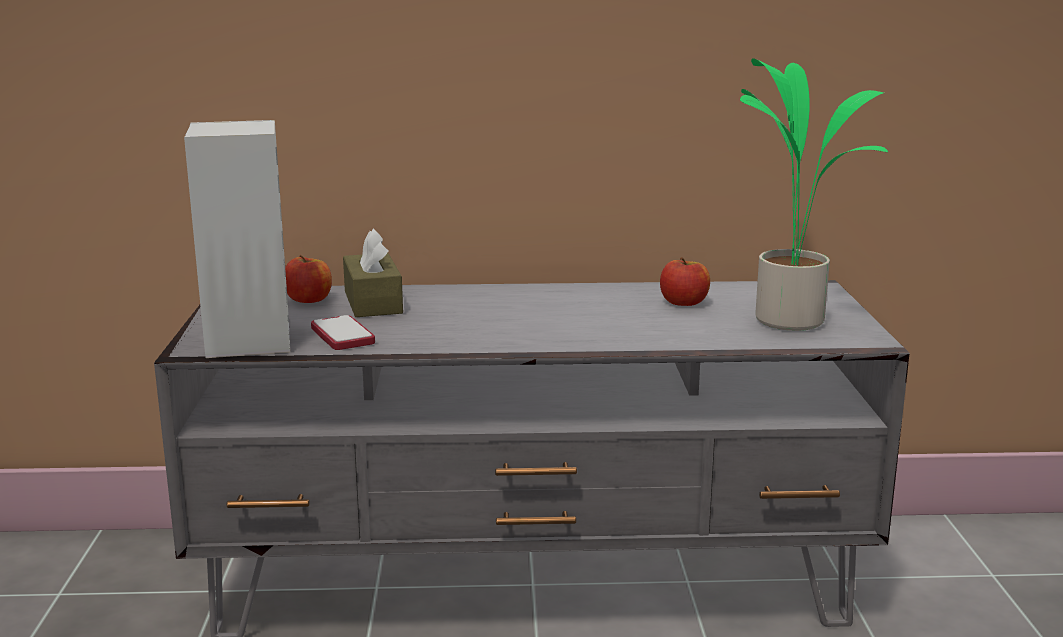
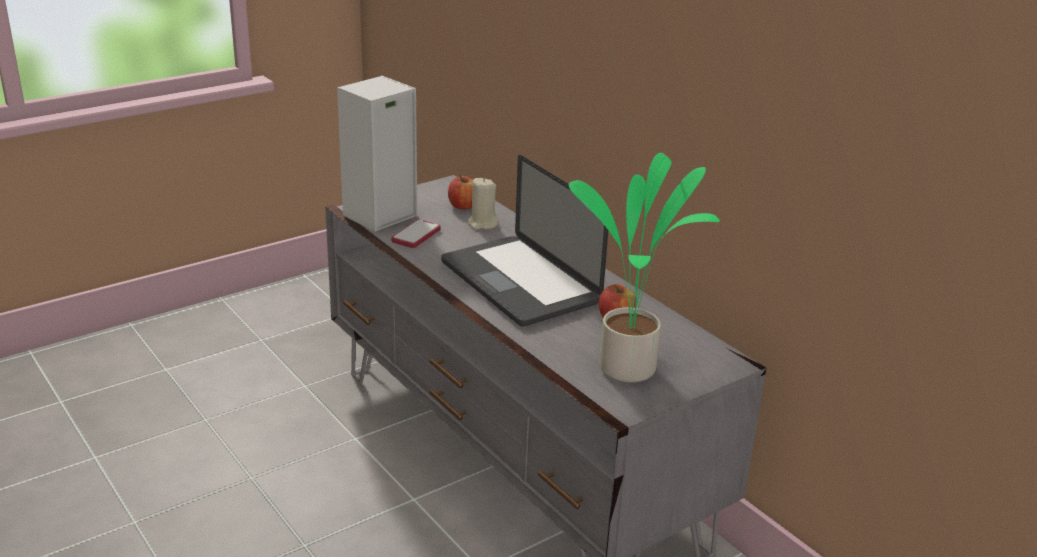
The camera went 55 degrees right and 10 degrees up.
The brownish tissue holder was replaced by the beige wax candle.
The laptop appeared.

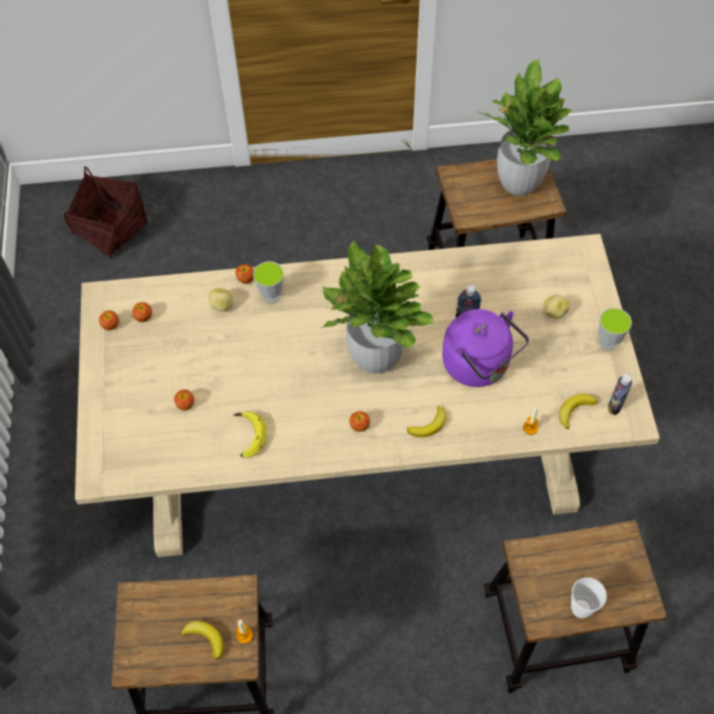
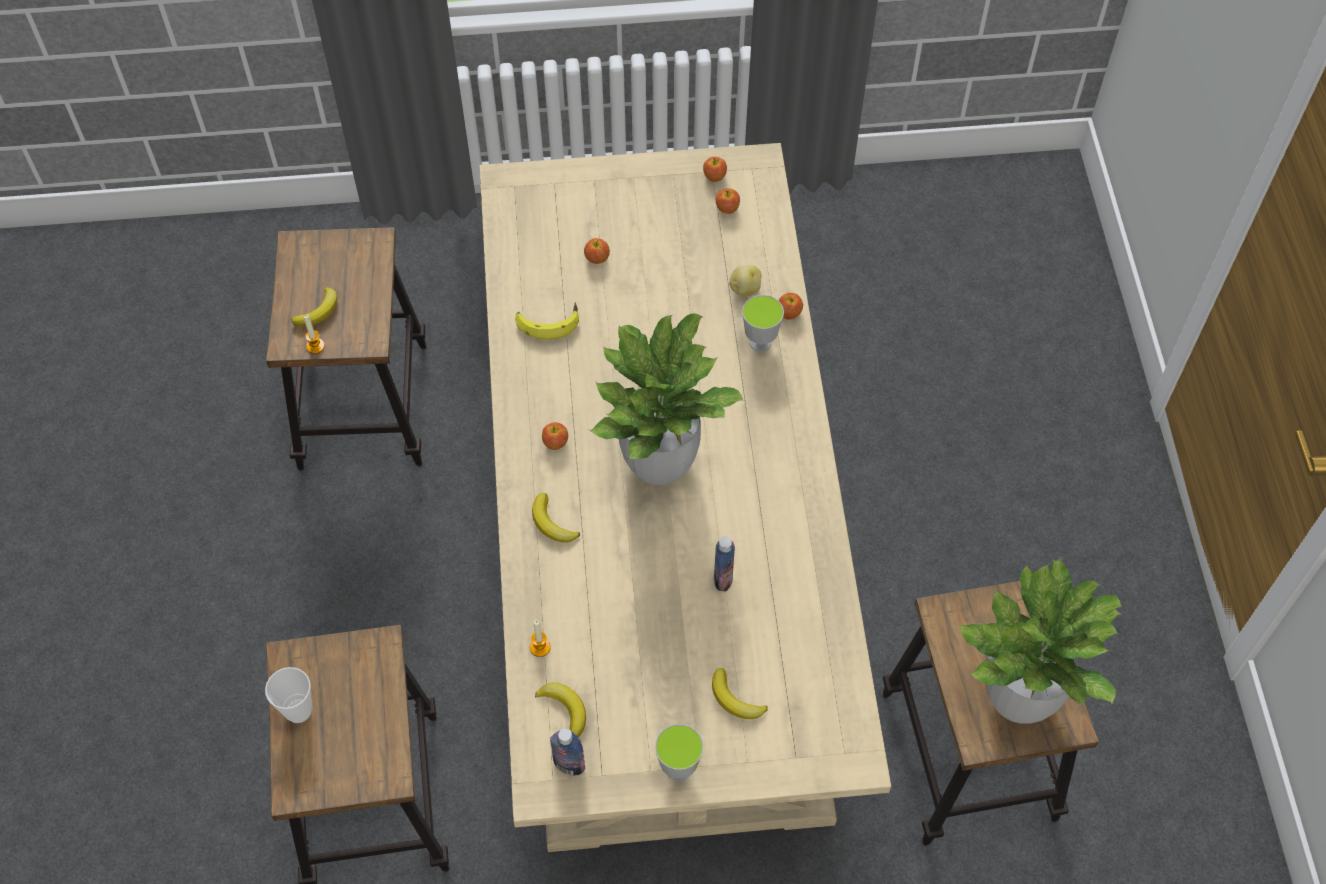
The camera went 90 degrees right and 0 degrees up.
The storage basket disappeared.
The spud (2nd from left) was replaced by the banana fruit (5th from left).
The purple-coloured water kettle disappeared.

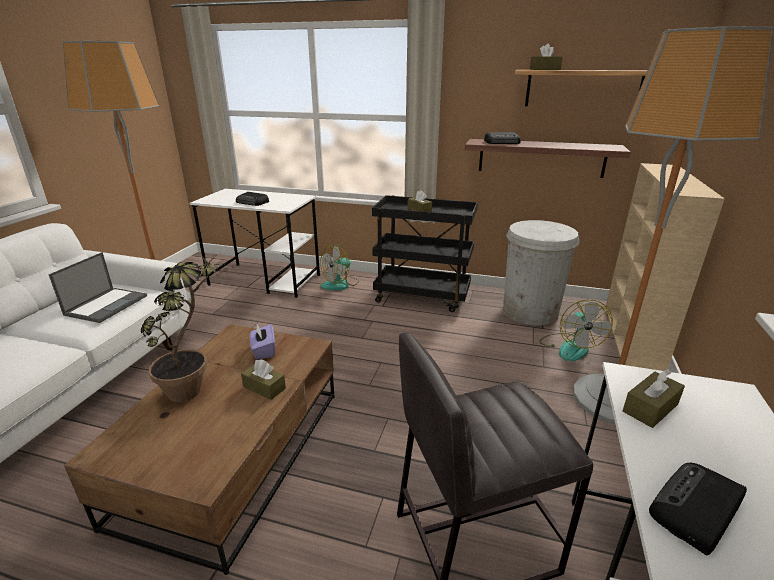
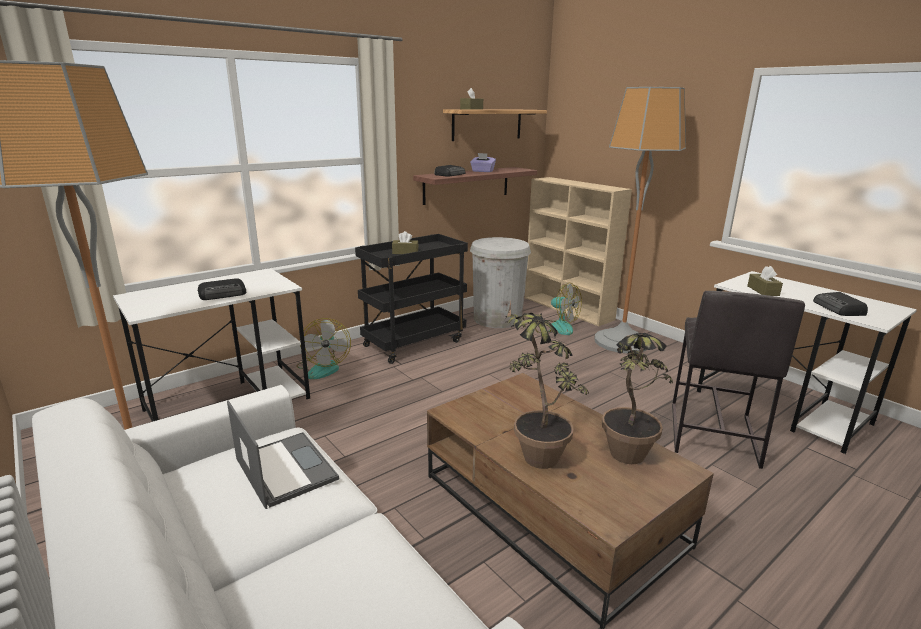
The camera went 55 degrees left and 5 degrees down.
The purple-coloured tissue holder moved.
The brownish tissue holder (1st from left) disappeared.
The houseplant (2nd from left) appeared.

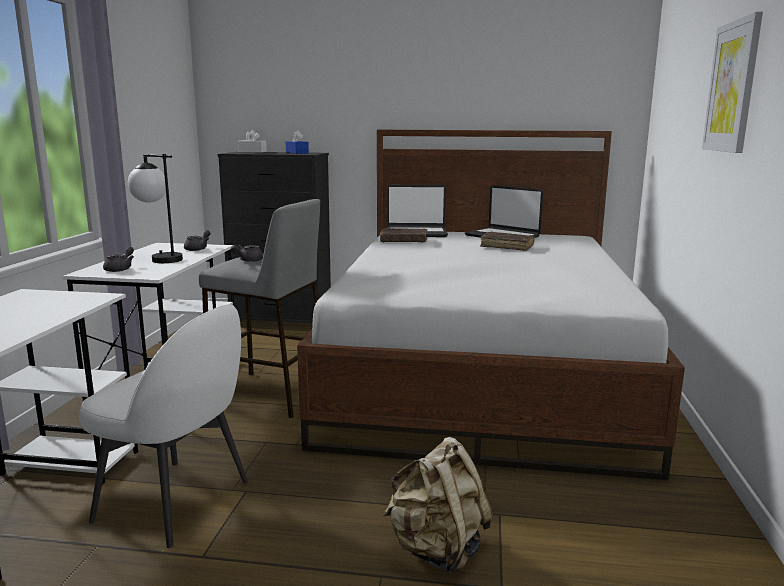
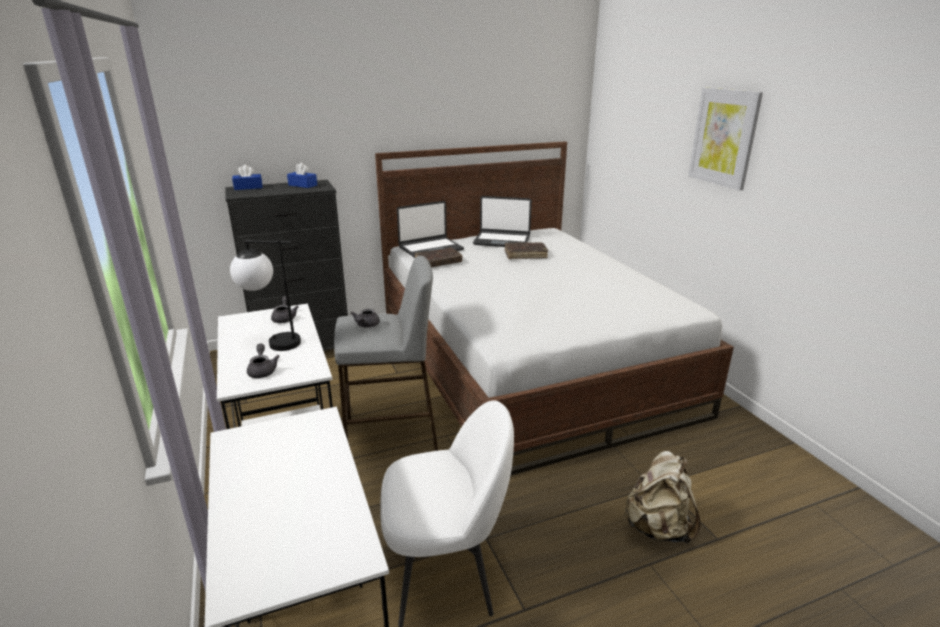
The camera went 30 degrees left and 10 degrees up.
The white tissue holder became the blue-coloured tissue holder (1st from left).

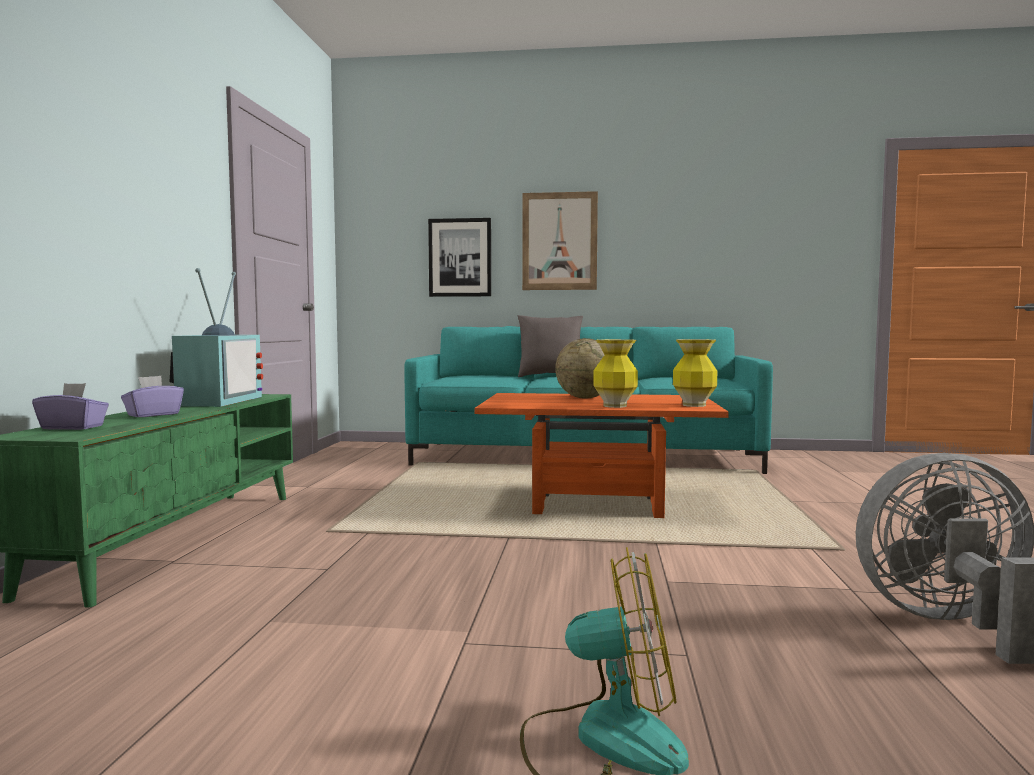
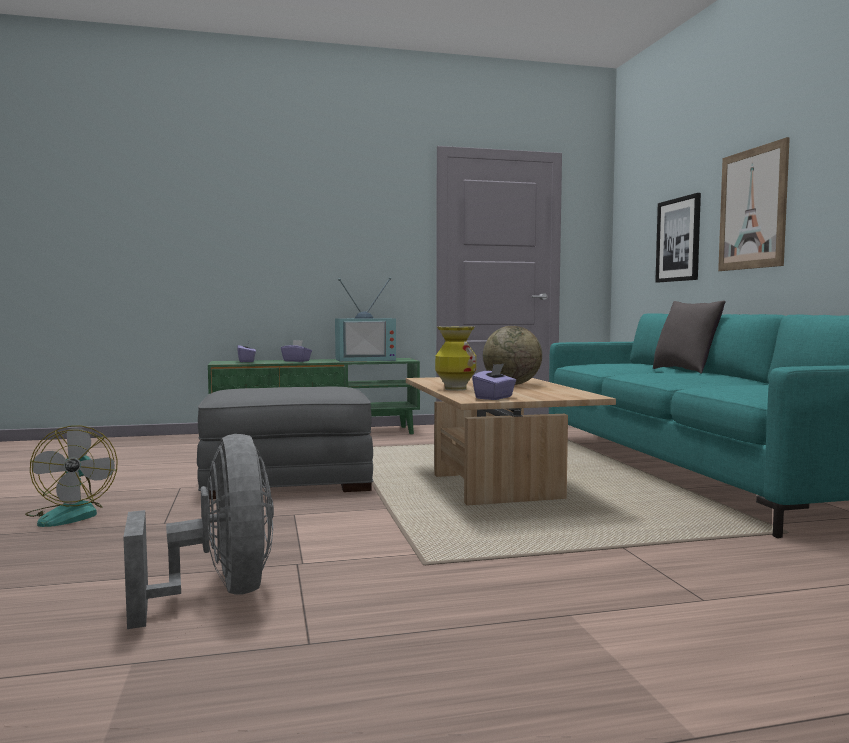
The camera went 70 degrees right and 0 degrees up.
The flower vase (2nd from left) was replaced by the purple-coloured tissue holder (3rd from left).
The orange-coloured coffee table became the beige coffee table.
The gray footrest appeared.

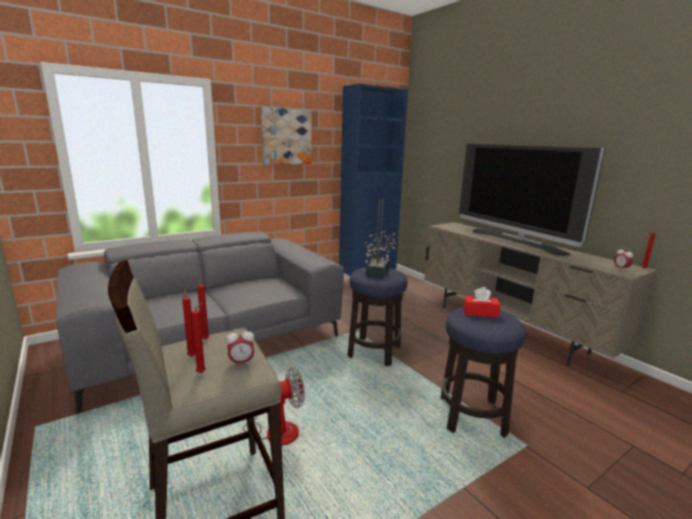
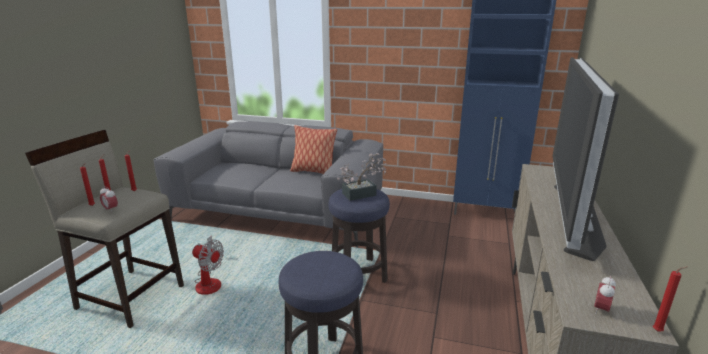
The camera went 50 degrees right and 5 degrees up.
The wall art disappeared.
The red tissue holder disappeared.
The pillow appeared.

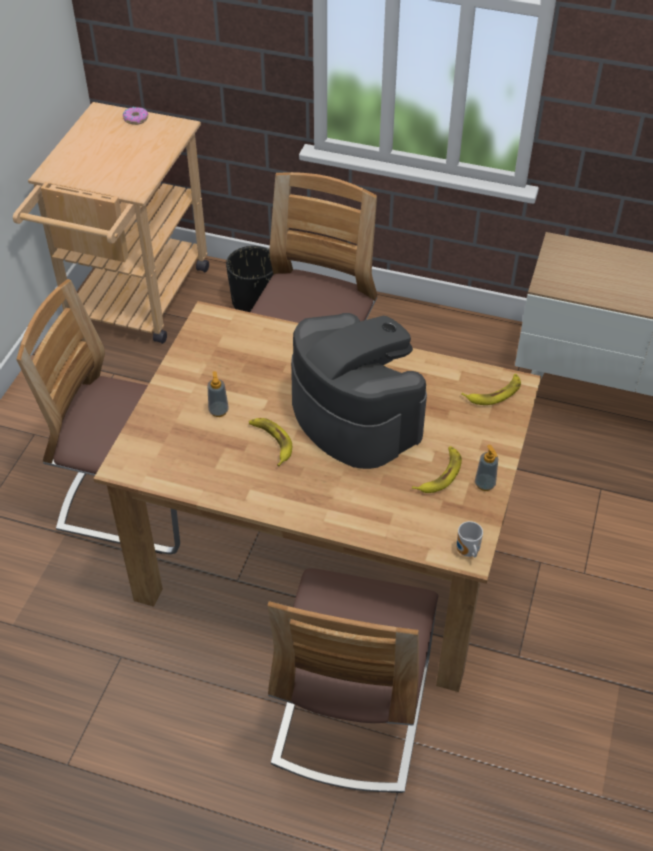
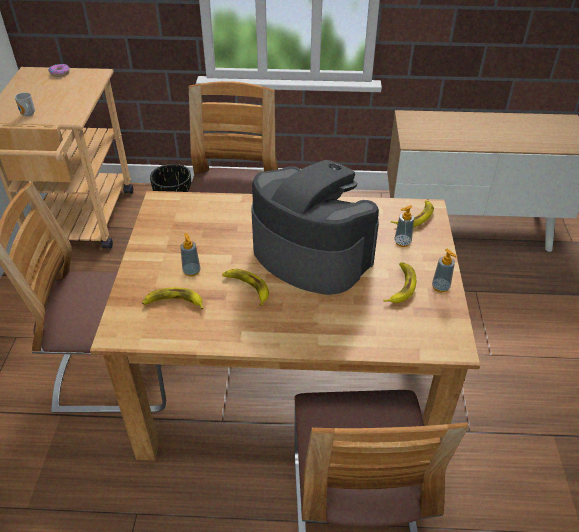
The camera went 15 degrees left and 5 degrees down.
The coffee mug moved.
The soap bottle (2nd from left) appeared.
The banana fruit (1st from left) appeared.

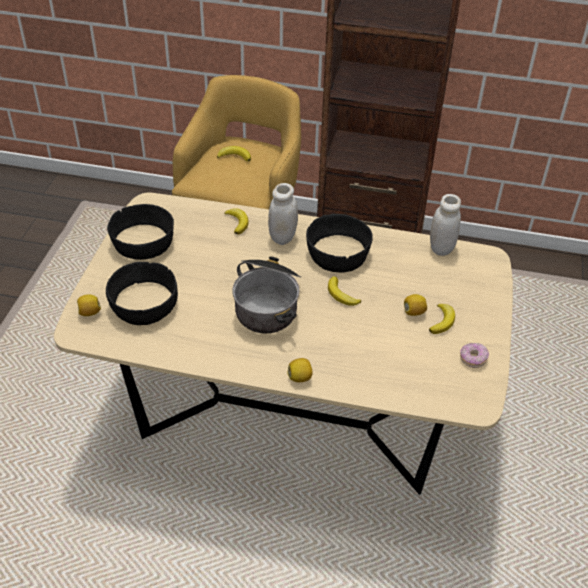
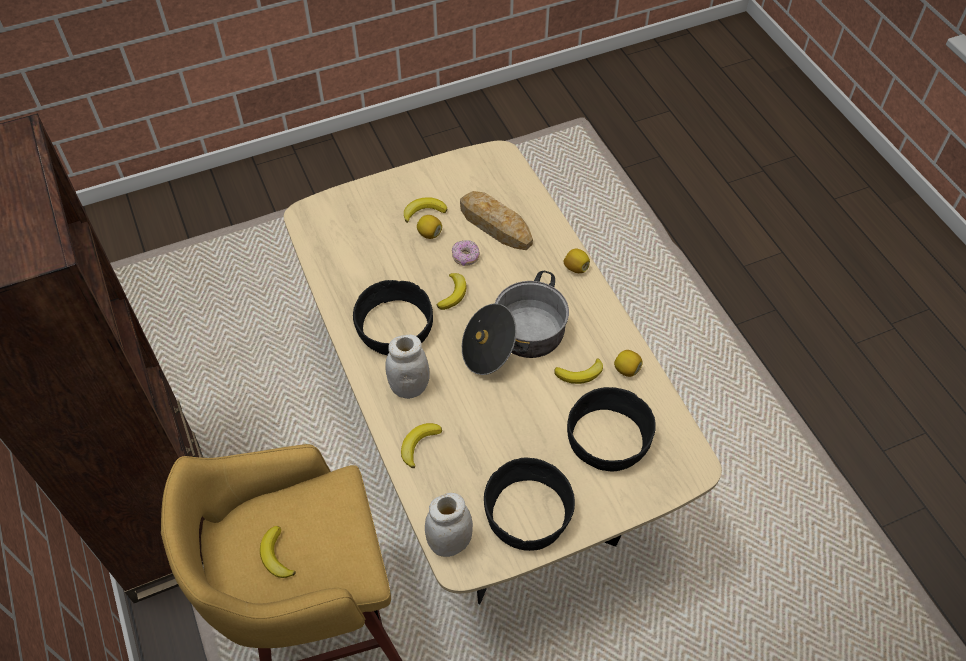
The camera went 125 degrees left and 10 degrees up.
The white preserve jar (2nd from left) moved.
The whole lemon (1st from left in the first image) moved.
The ring doughnut moved.
The baked bread appeared.
The banana fruit (5th from left) appeared.

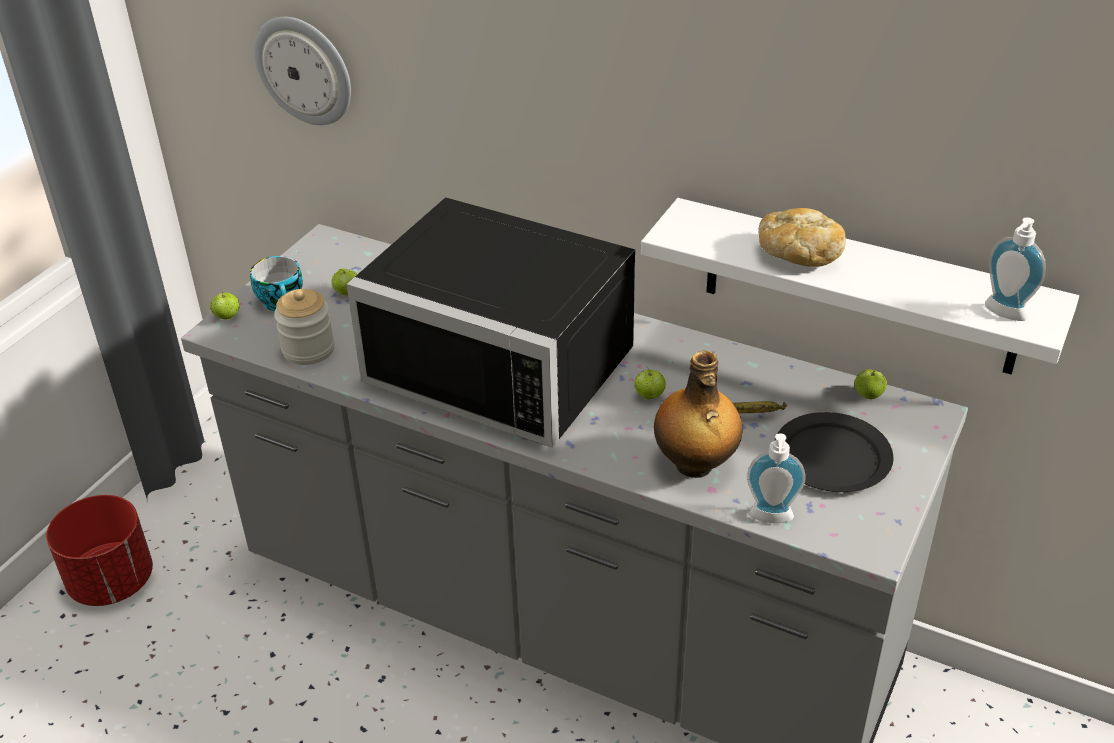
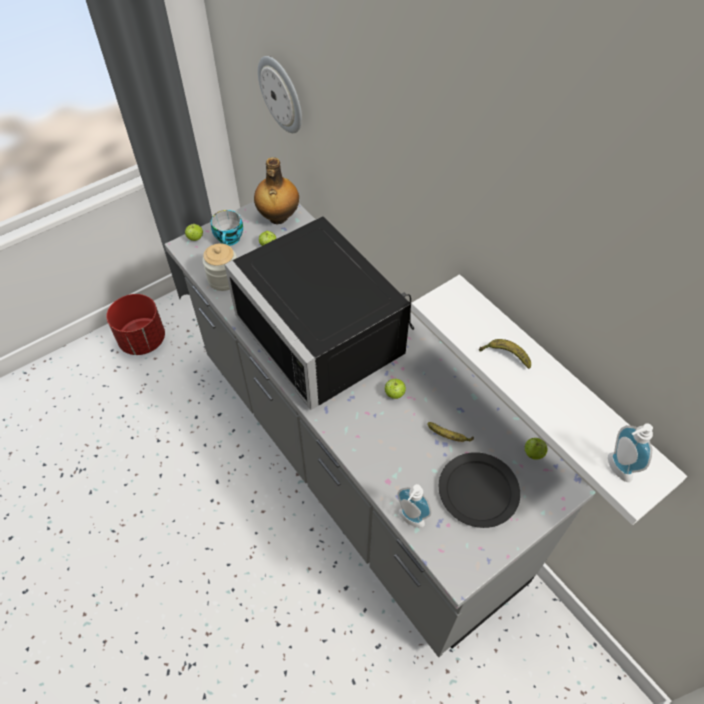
The camera went 25 degrees right and 15 degrees up.
The baked bread was replaced by the banana fruit (2nd from left).
The bottle moved.

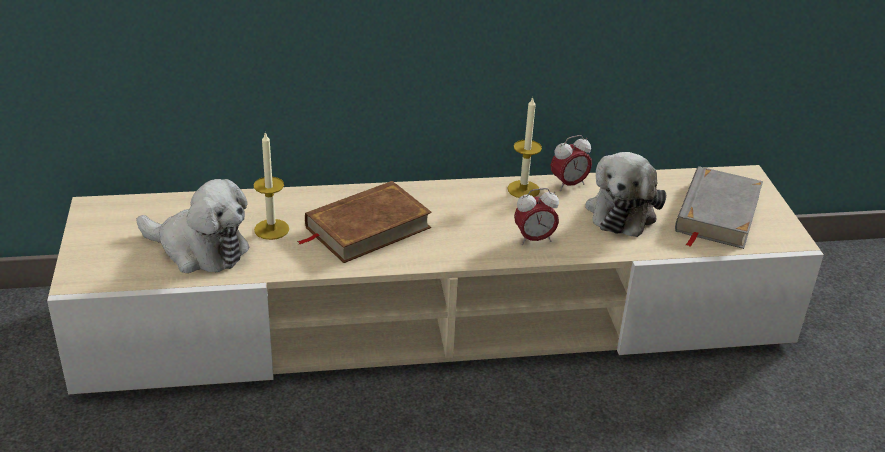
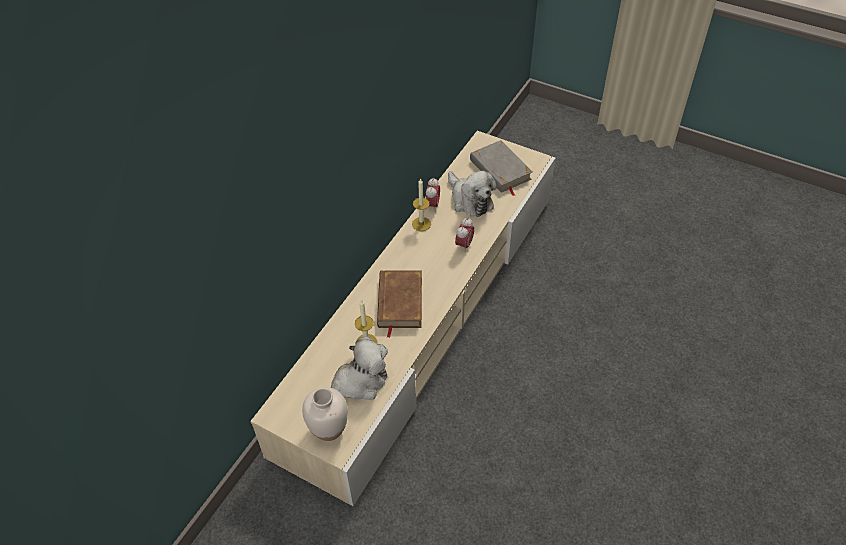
The camera went 50 degrees left and 15 degrees up.
The white flower vase appeared.

